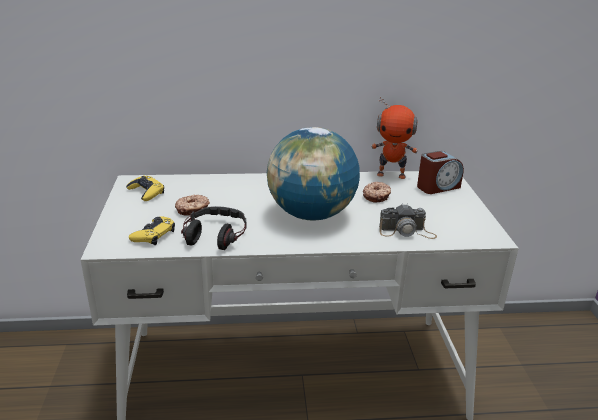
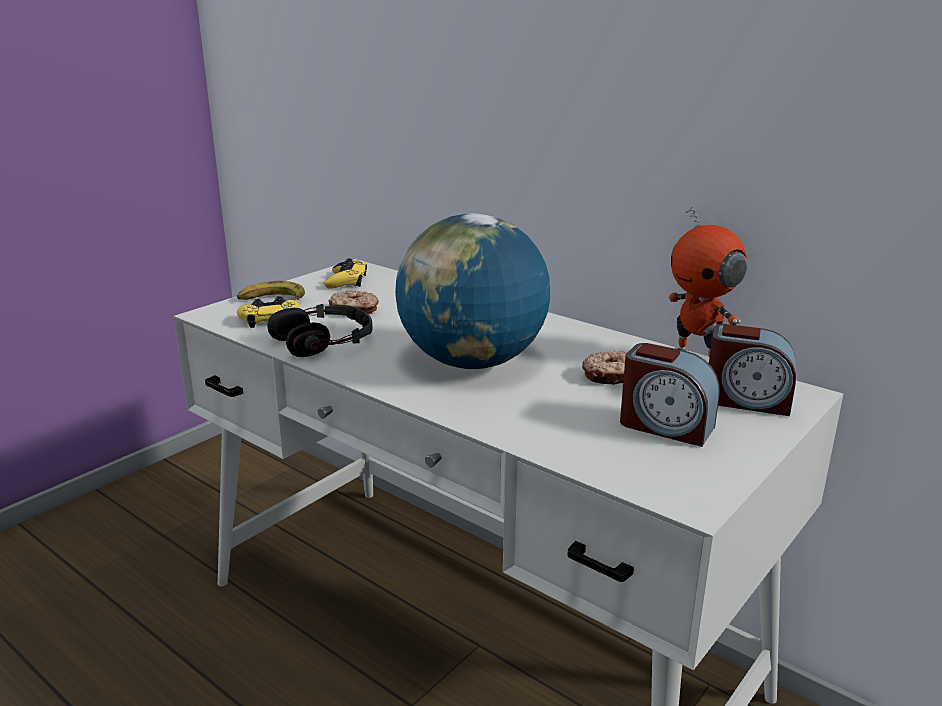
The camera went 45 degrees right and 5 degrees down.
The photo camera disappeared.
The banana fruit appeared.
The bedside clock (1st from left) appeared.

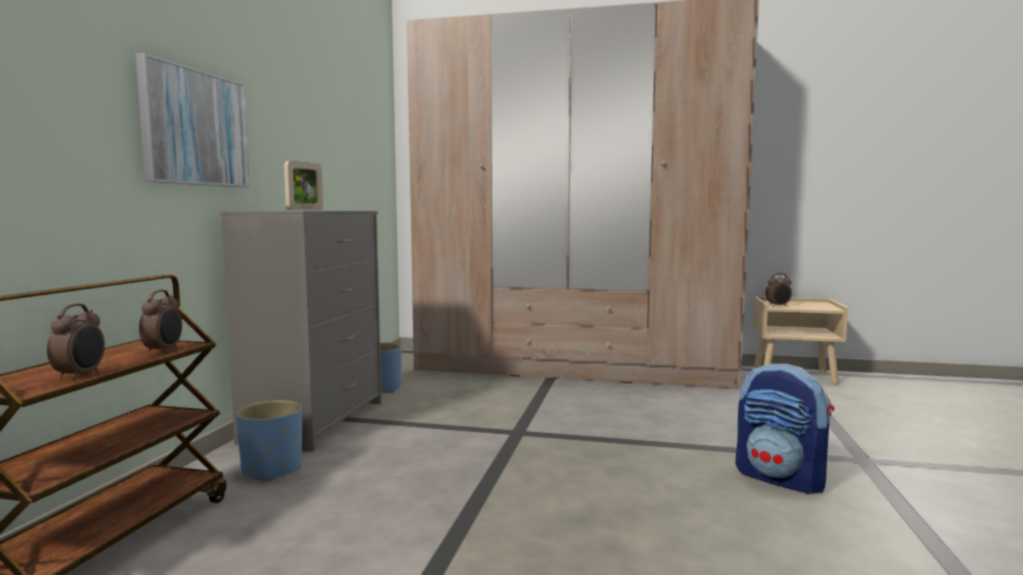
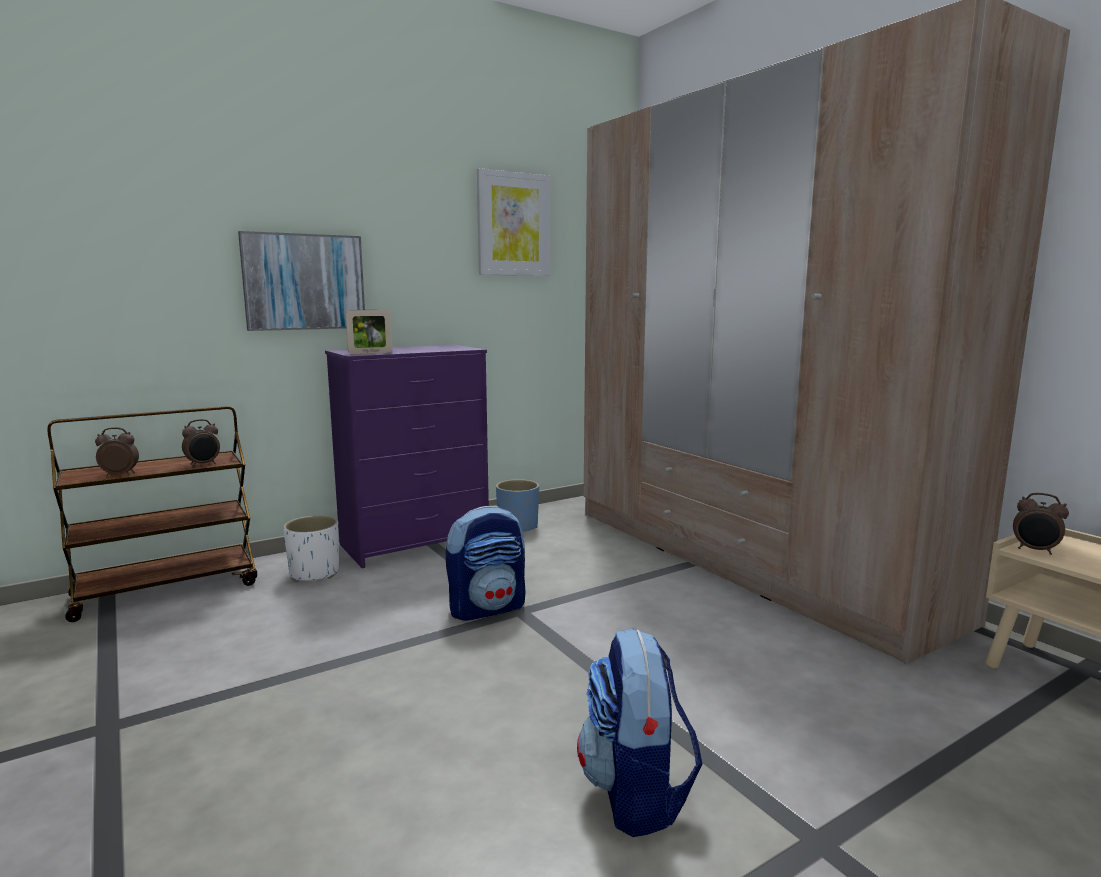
The camera went 45 degrees right and 5 degrees up.
The gray drawer chest became the purple-coloured drawer chest.
The bedside clock (1st from left) turned 150 degrees counterclockwise.
The blue-coloured planter (1st from left) became the white planter.
The wall art (2nd from left) appeared.
The knapsack (1st from left) appeared.

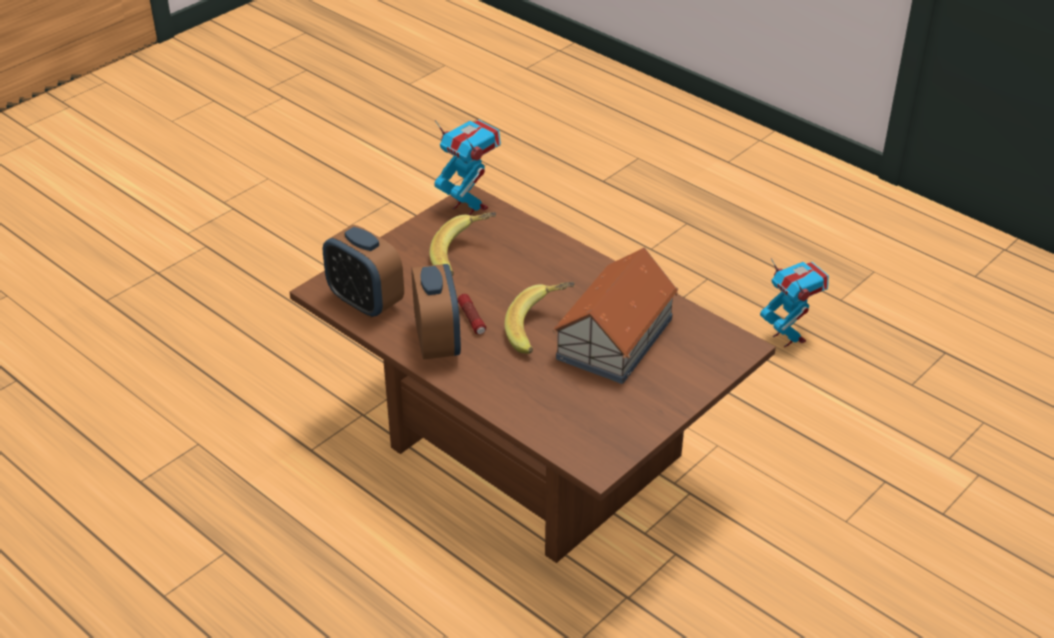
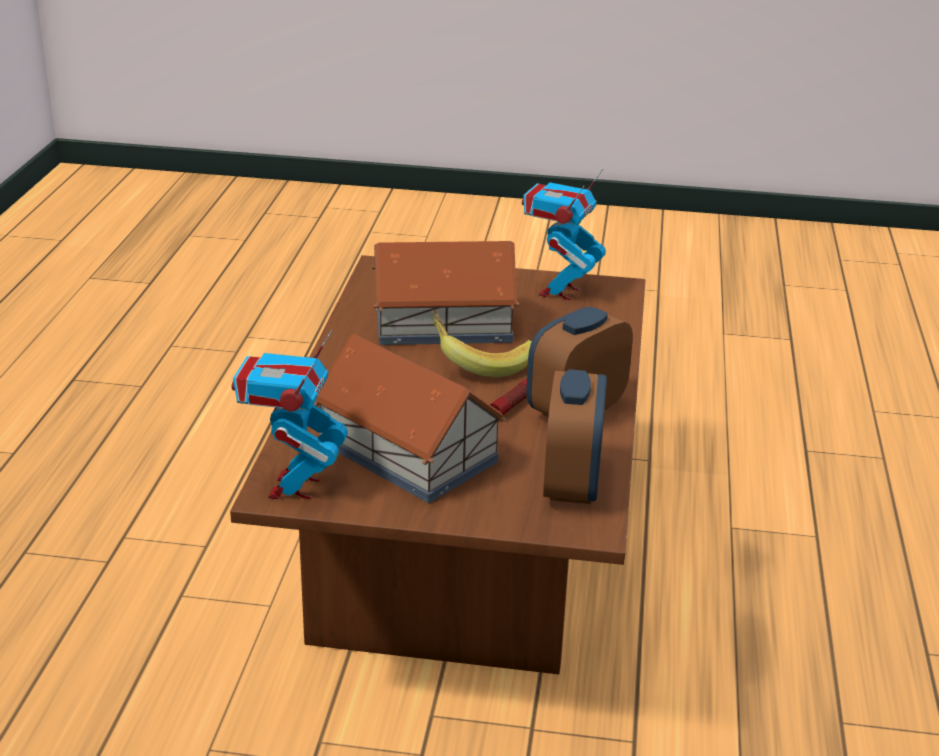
The camera went 125 degrees left and 10 degrees down.
The banana fruit (1st from left) was replaced by the model house (1st from left).
The robot figure (2nd from left) moved.

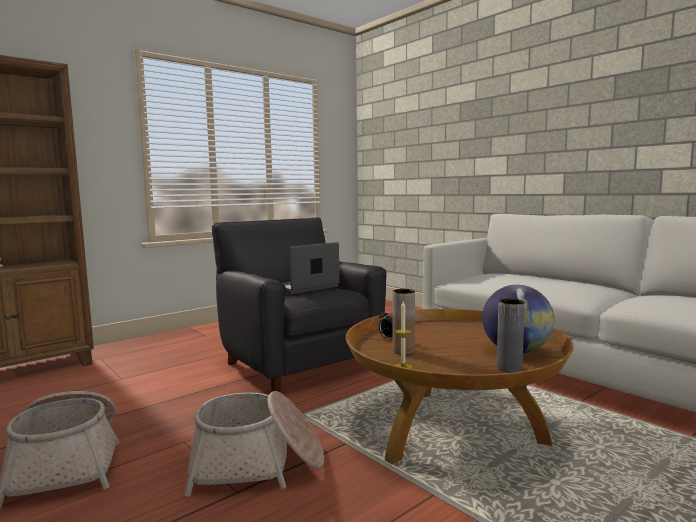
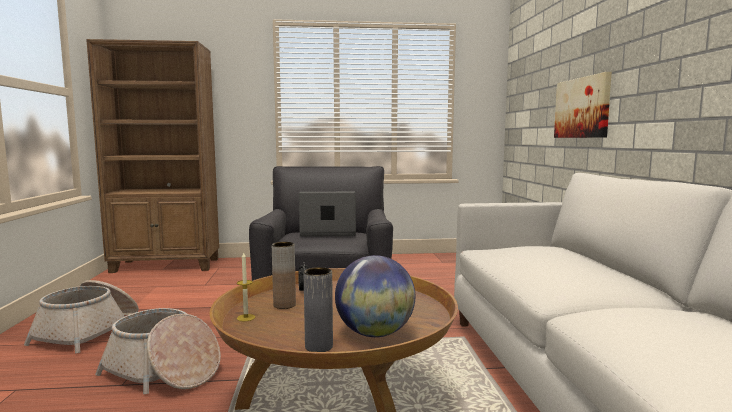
The camera went 35 degrees right and 0 degrees up.
The wall art appeared.

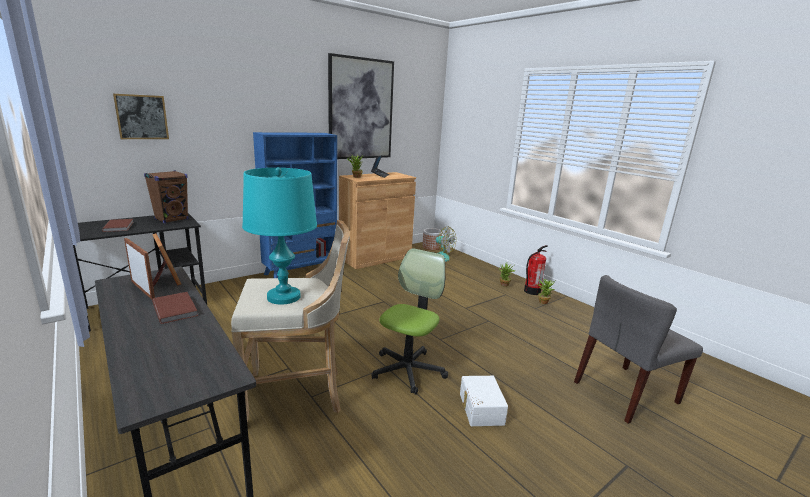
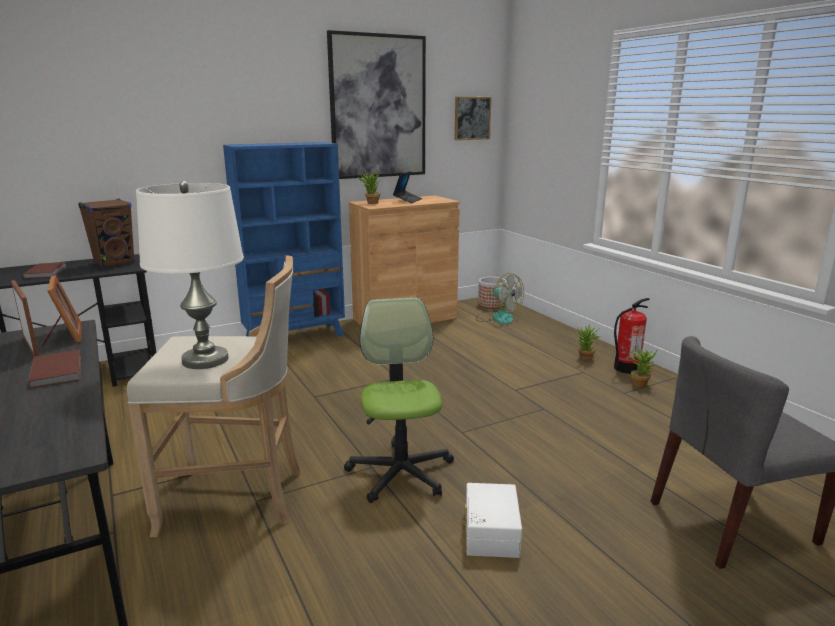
The camera went 10 degrees right and 0 degrees up.
The wall art (1st from left in the first image) moved.
The turquoise-coloured lamp for a table became the white lamp for a table.
The desk chair turned 45 degrees counterclockwise.

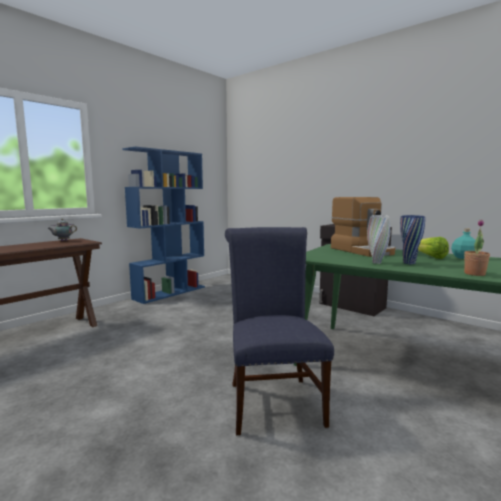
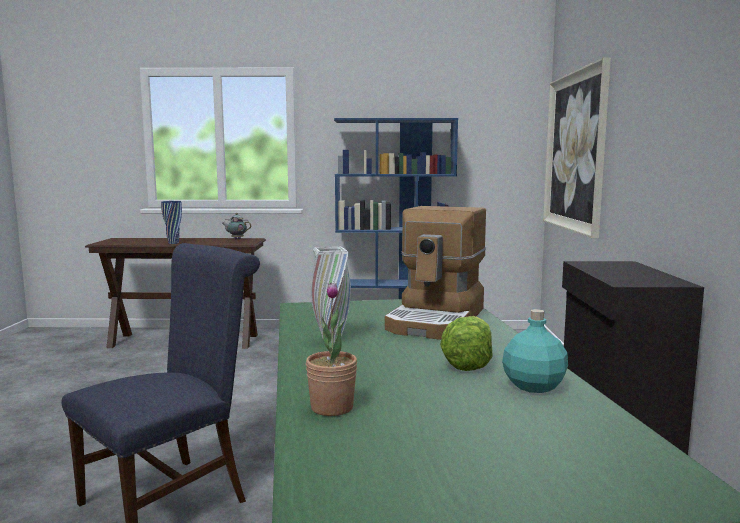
The camera went 50 degrees right and 0 degrees up.
The blue-coloured flower vase moved.
The wall art appeared.

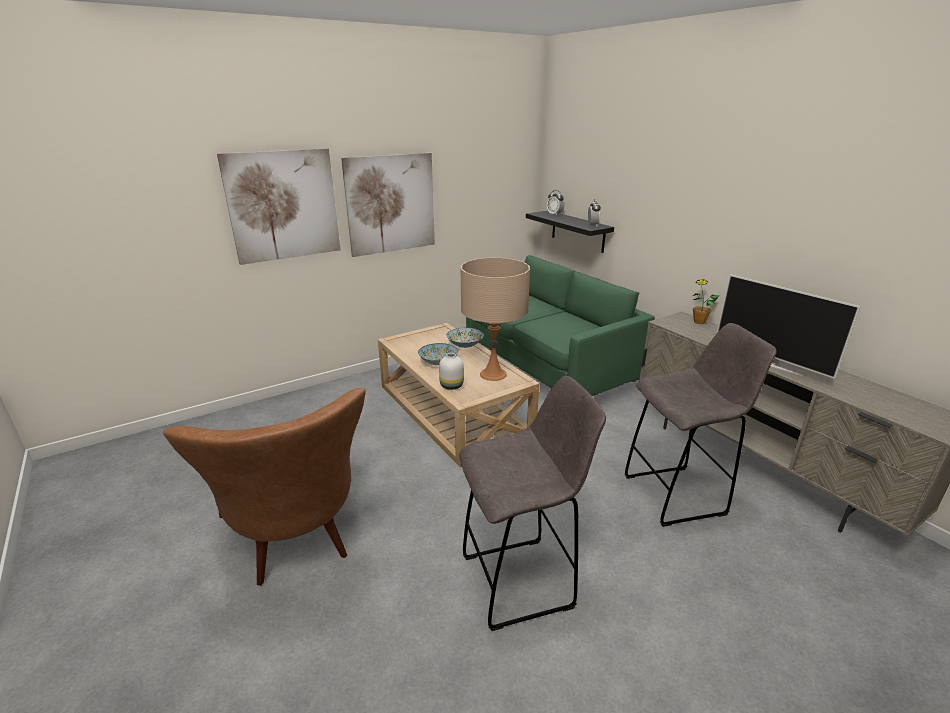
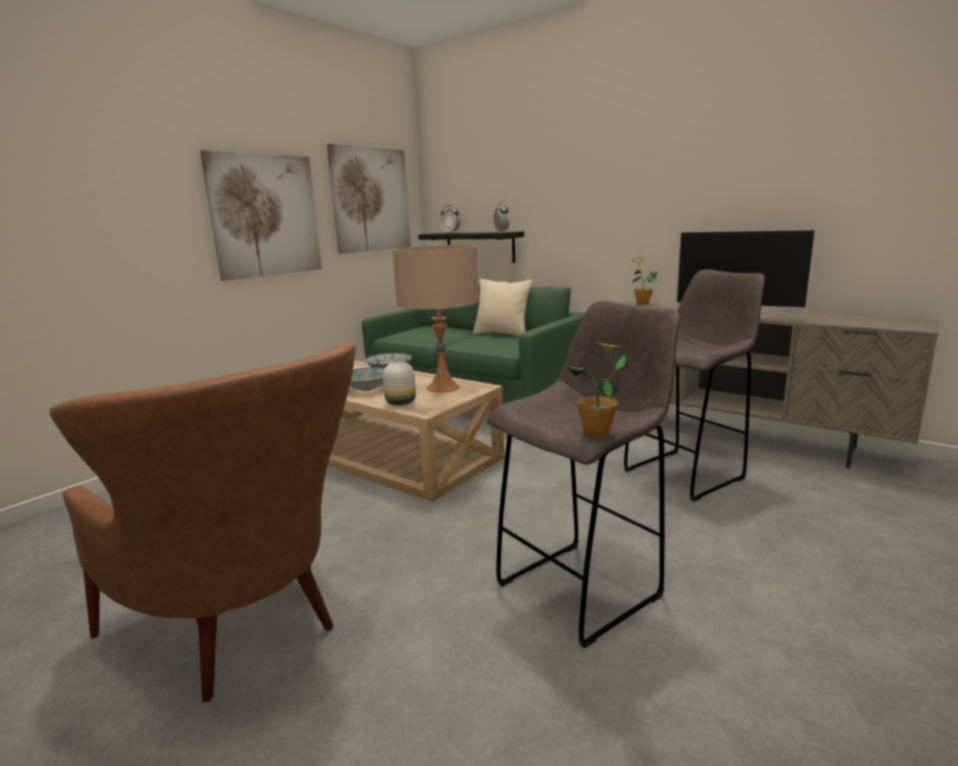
The camera went 20 degrees left and 10 degrees down.
The wall art (1st from left in the first image) moved.
The beige pillow appeared.
The houseplant (1st from left) appeared.

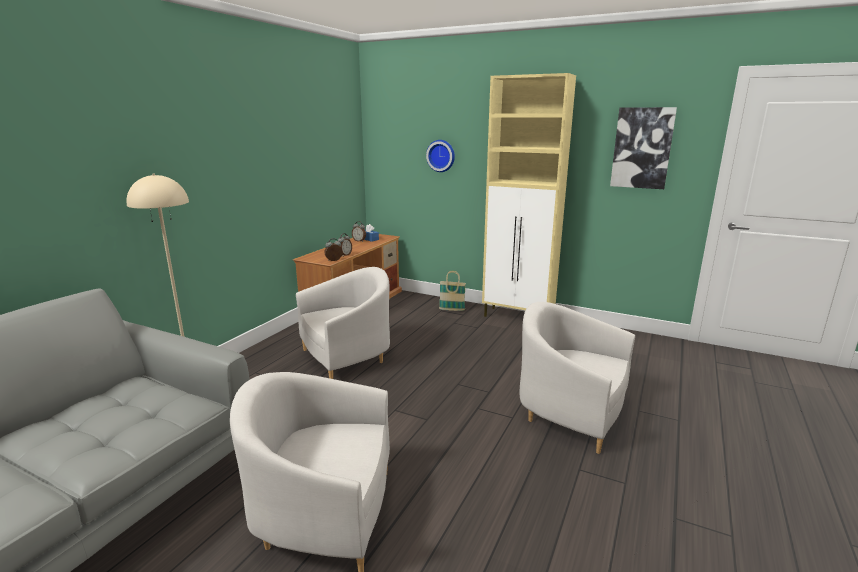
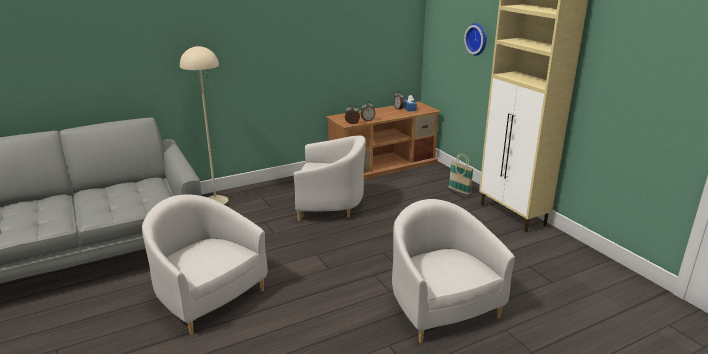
The camera went 35 degrees right and 5 degrees up.
The wall art disappeared.

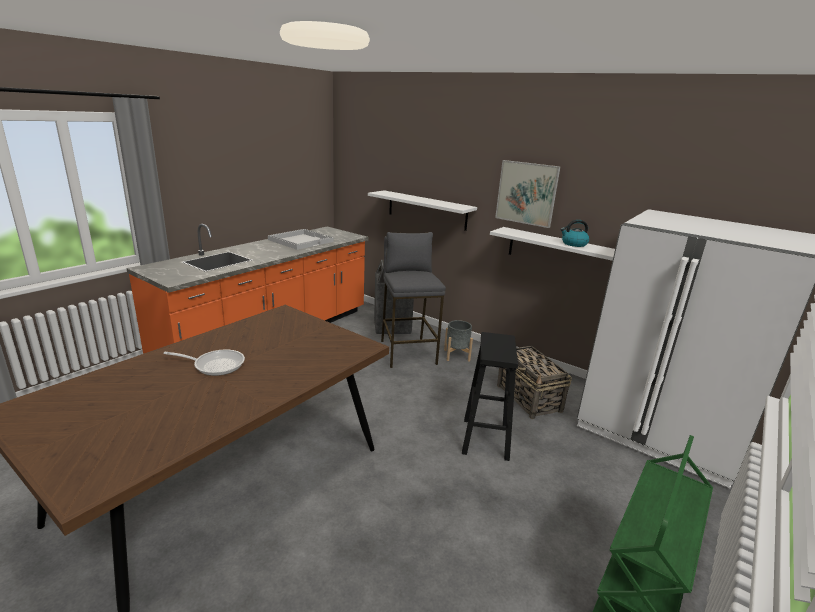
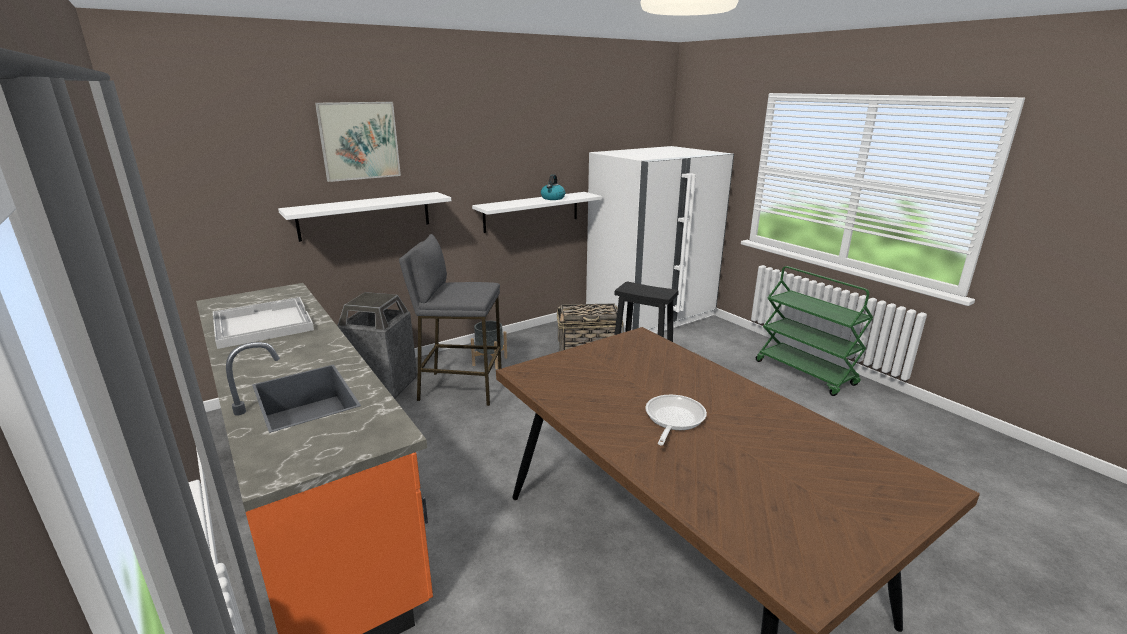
The camera went 70 degrees left and 0 degrees up.
The wall art moved.

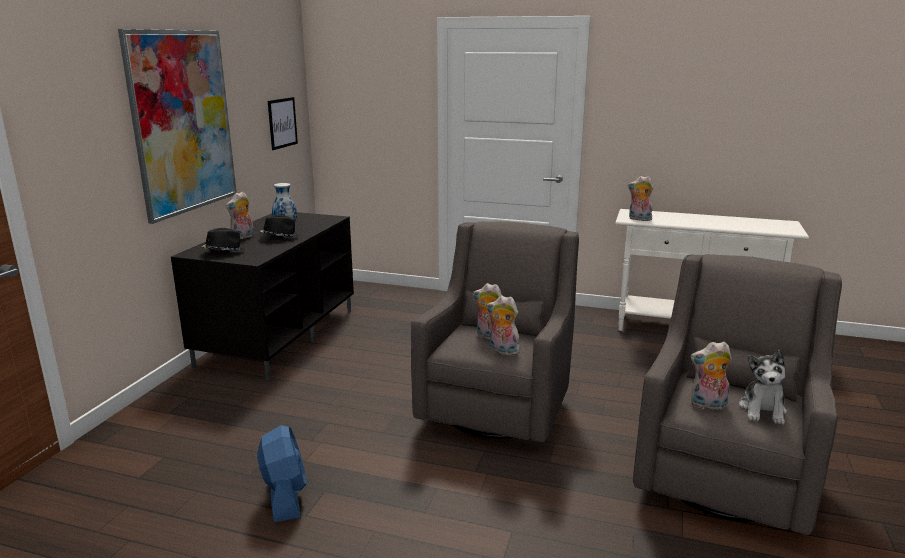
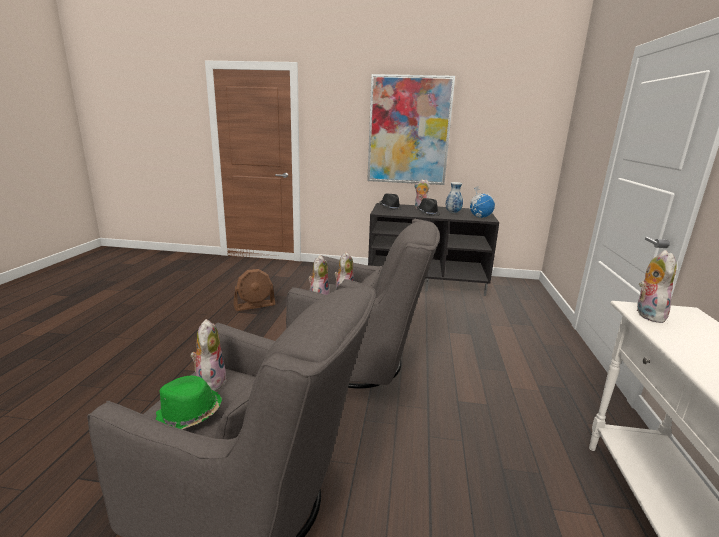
The camera went 80 degrees right and 0 degrees up.
The wall art (2nd from left) disappeared.
The soft toy (6th from left) was replaced by the green-coloured clothing hat.
The blue-coloured fan became the brownish fan.
The globe appeared.

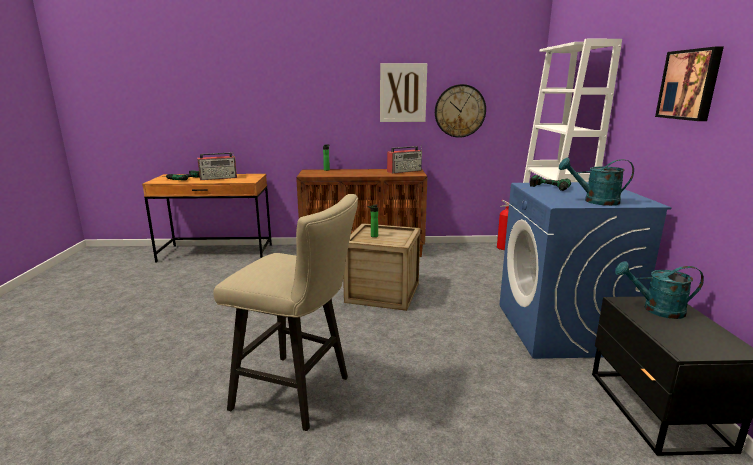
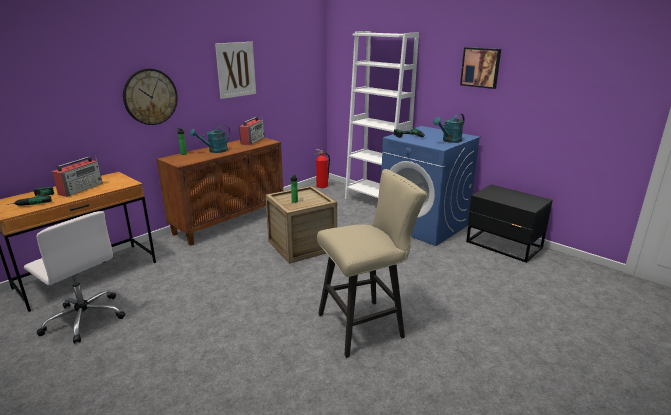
The camera went 45 degrees left and 5 degrees up.
The clock on the wall moved.
The turquoise-coloured sprinkling can (2nd from left in the first image) moved.
The white desk chair appeared.

